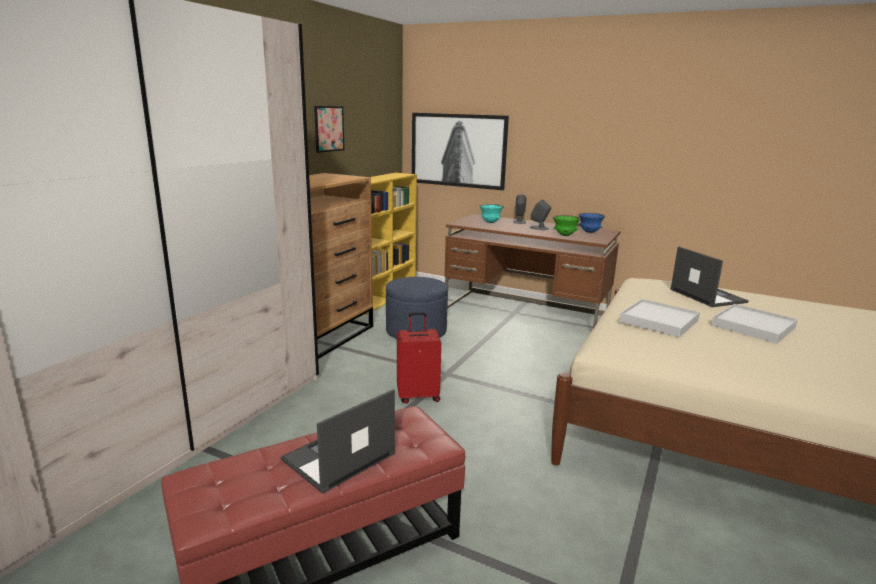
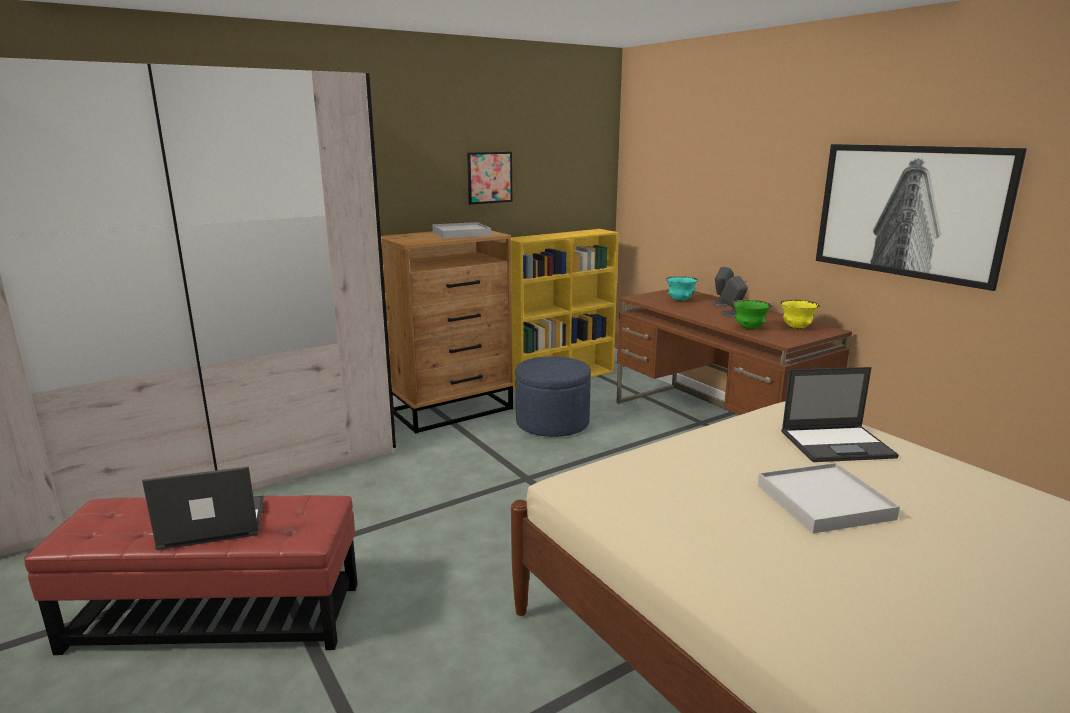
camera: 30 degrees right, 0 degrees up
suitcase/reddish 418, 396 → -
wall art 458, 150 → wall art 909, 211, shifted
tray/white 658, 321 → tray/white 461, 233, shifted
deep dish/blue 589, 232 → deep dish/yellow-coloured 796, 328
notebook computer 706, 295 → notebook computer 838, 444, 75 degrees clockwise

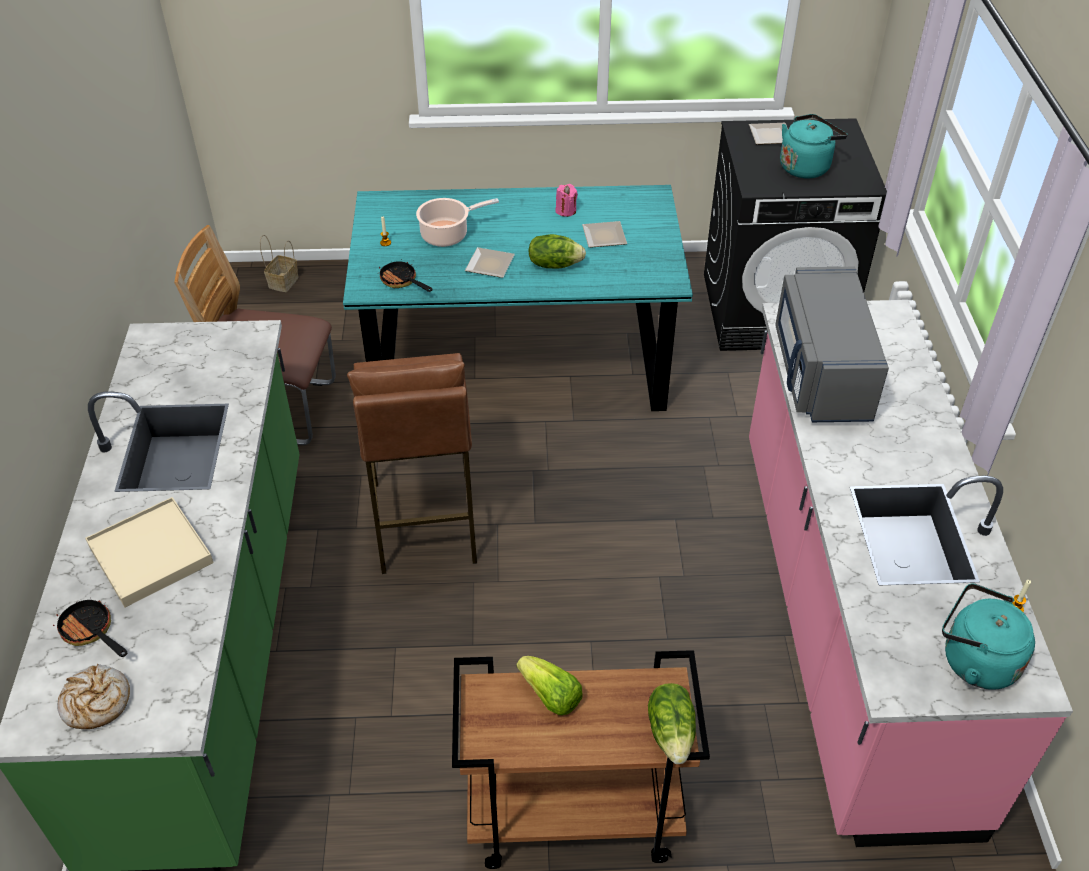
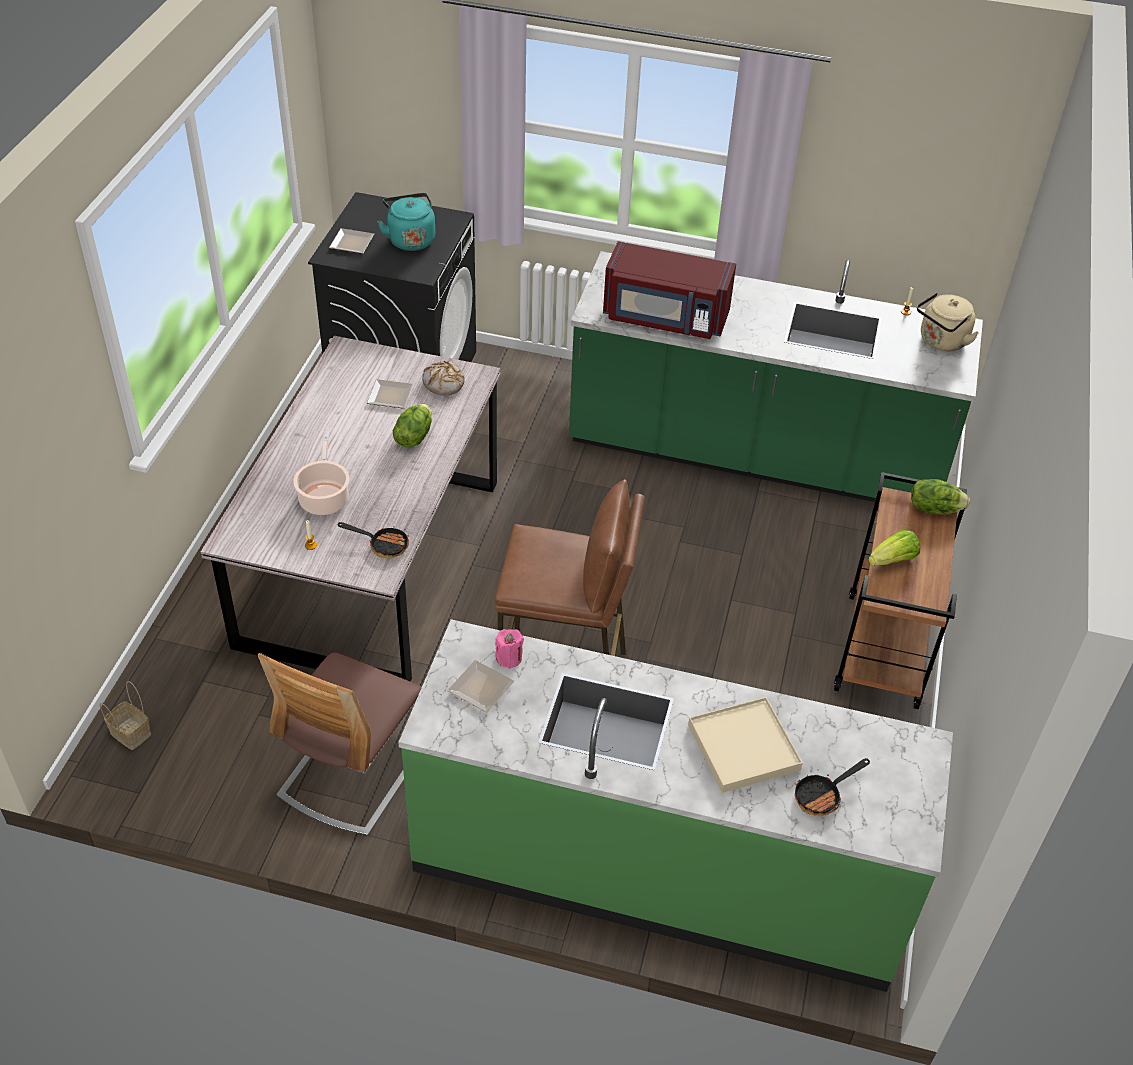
camera: 75 degrees left, 0 degrees up
bread 96, 703 → bread 444, 383, shifted
plate 488, 265 → plate 481, 690, shifted
wax candle/pink-coloured 566, 211 → wax candle/pink-coloured 509, 658, shifted
dinner table/turquoise-coloured 518, 354 → dinner table/grey 369, 560
counter/pink-coloured 846, 621 → counter/green-coloured 755, 454
microwave/grey 820, 373 → microwave/reddish 665, 318
kettle/turquoise-coloured 974, 660 → kettle/beige-coloured 941, 342
frying pan 402, 282 → frying pan 383, 545, 135 degrees counterclockwise

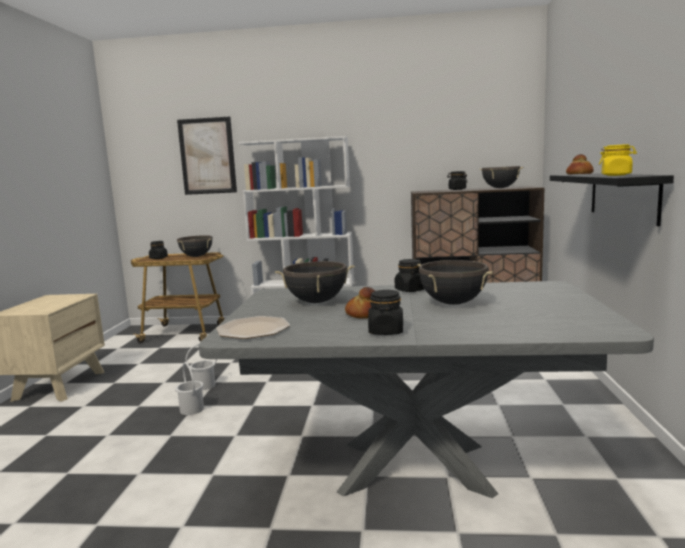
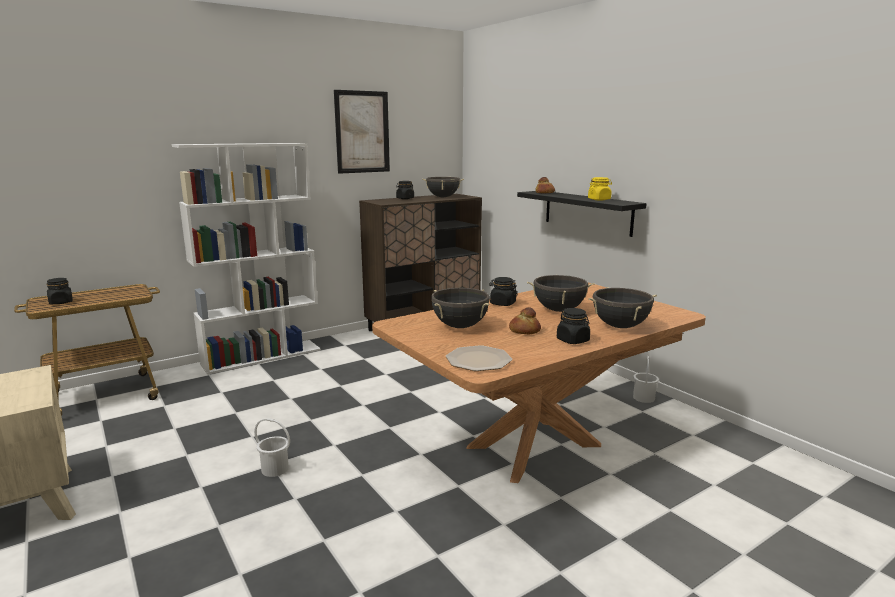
camera: 40 degrees left, 5 degrees up
wall art 207, 156 → wall art 362, 132, shifted
stockpot/black 196, 256 → stockpot/black 620, 326, shifted
water bucket/white 204, 385 → water bucket/white 643, 398, shifted
dinner table/grey 415, 468 → dinner table/brownish 535, 446

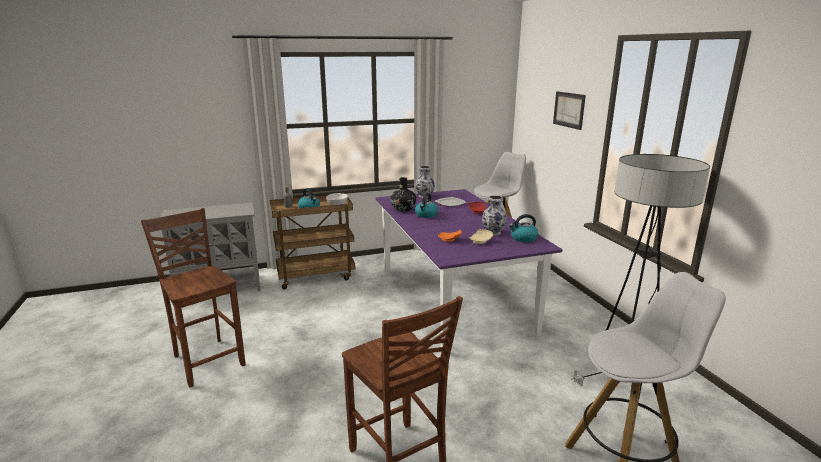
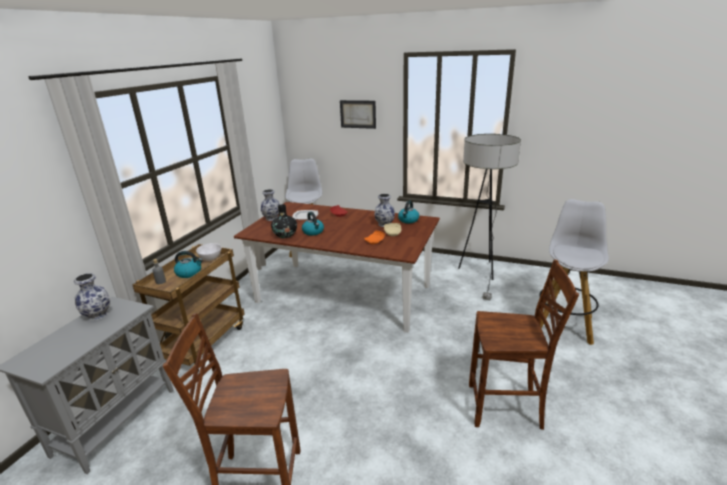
camera: 50 degrees left, 5 degrees up
- → decorative vase 98, 315
dinner table/purple 451, 298 → dinner table/brownish 343, 294

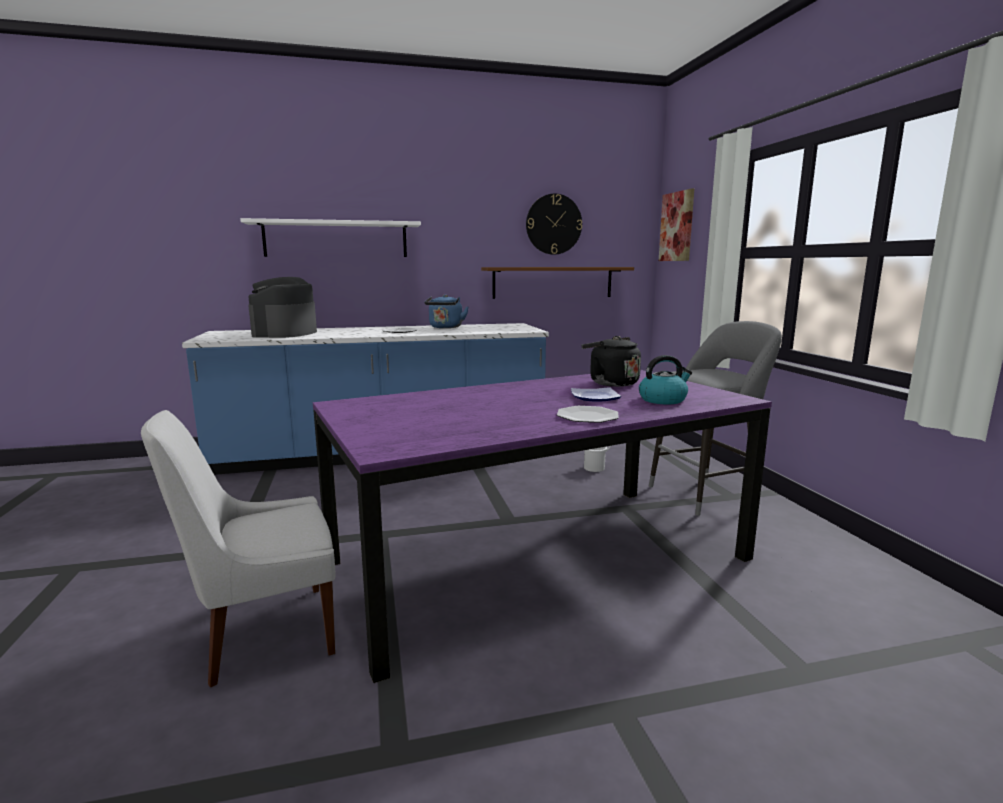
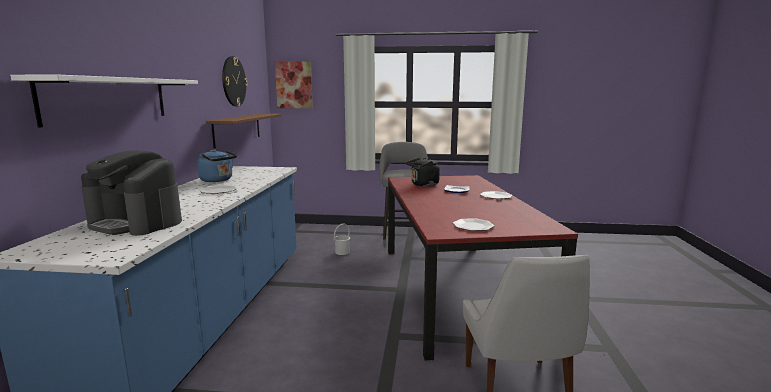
camera: 70 degrees left, 0 degrees up
kettle 663, 400 → -
- → plate 473, 226
dinner table/purple 539, 561 → dinner table/reddish 456, 290

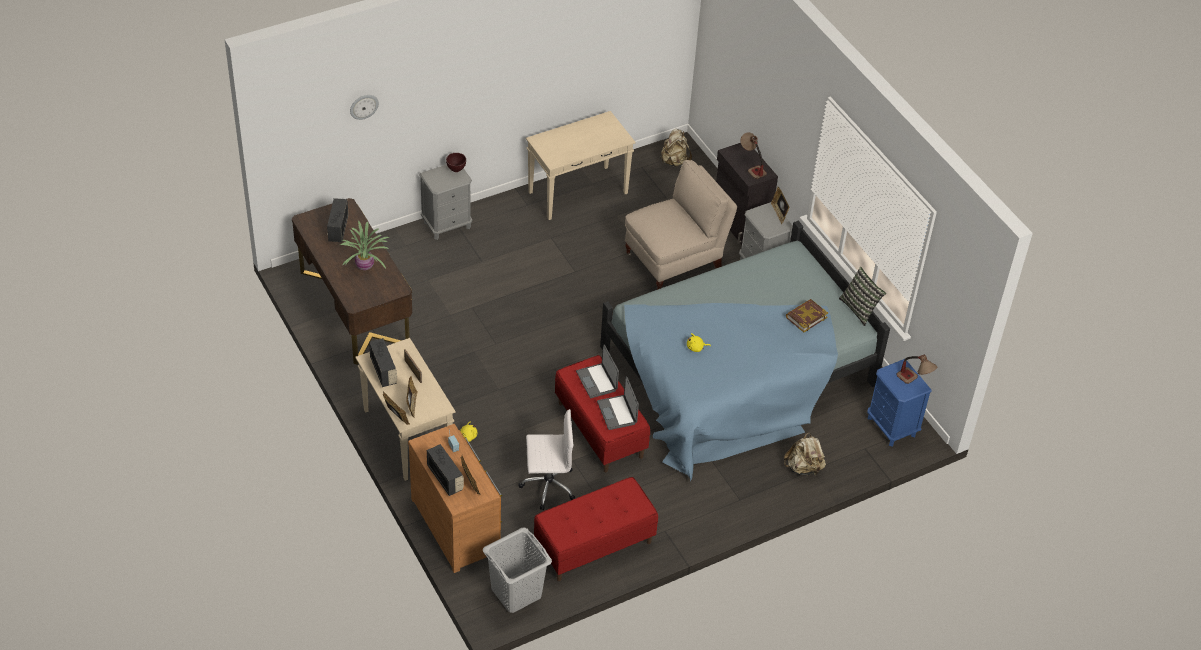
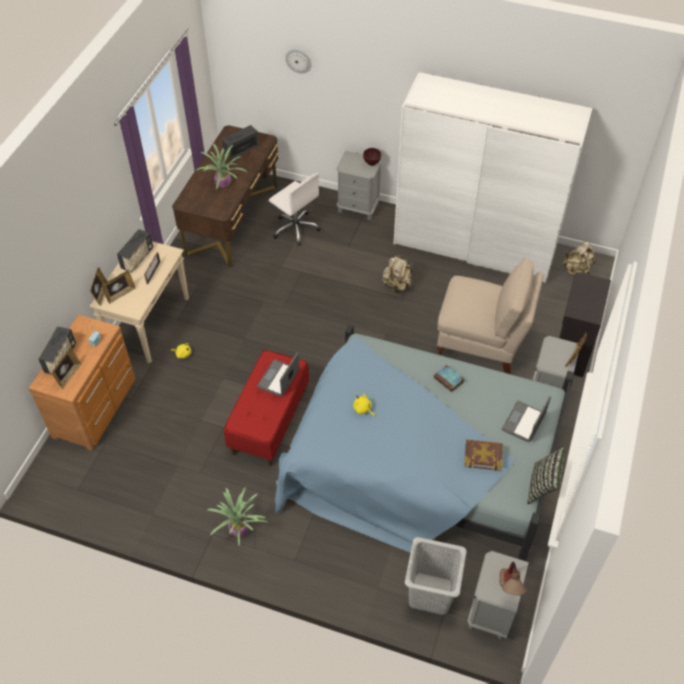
camera: 50 degrees right, 5 degrees up
bench/reddish 594, 545 → -
lamp for a table 751, 167 → -
- → houseplant 239, 529
- → book 449, 380
washing basket/grey 515, 592 → washing basket/grey 430, 593, shifted
desk chair/white 547, 485 → desk chair/white 295, 228, shifted
notebook computer 617, 413 → notebook computer 524, 422, shifted
knapsack/beige-coloured 803, 468 → knapsack/beige-coloured 397, 285, shifted
console table/beige-coloured 578, 192 → wardrobe/white 475, 246
night table/blue 892, 426 → night table/grey 491, 612

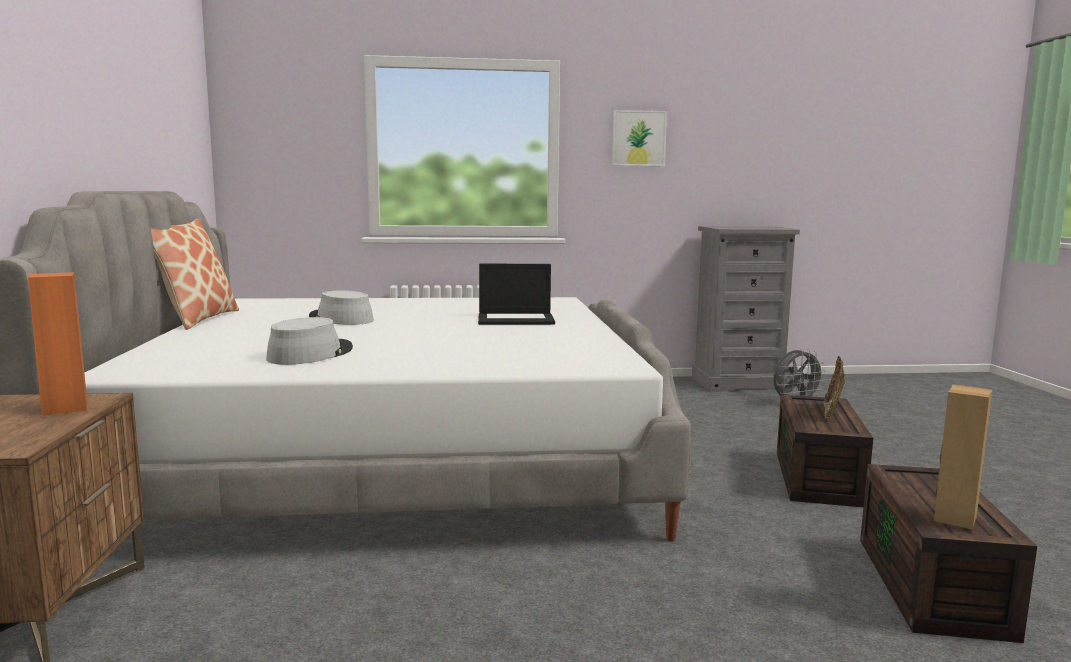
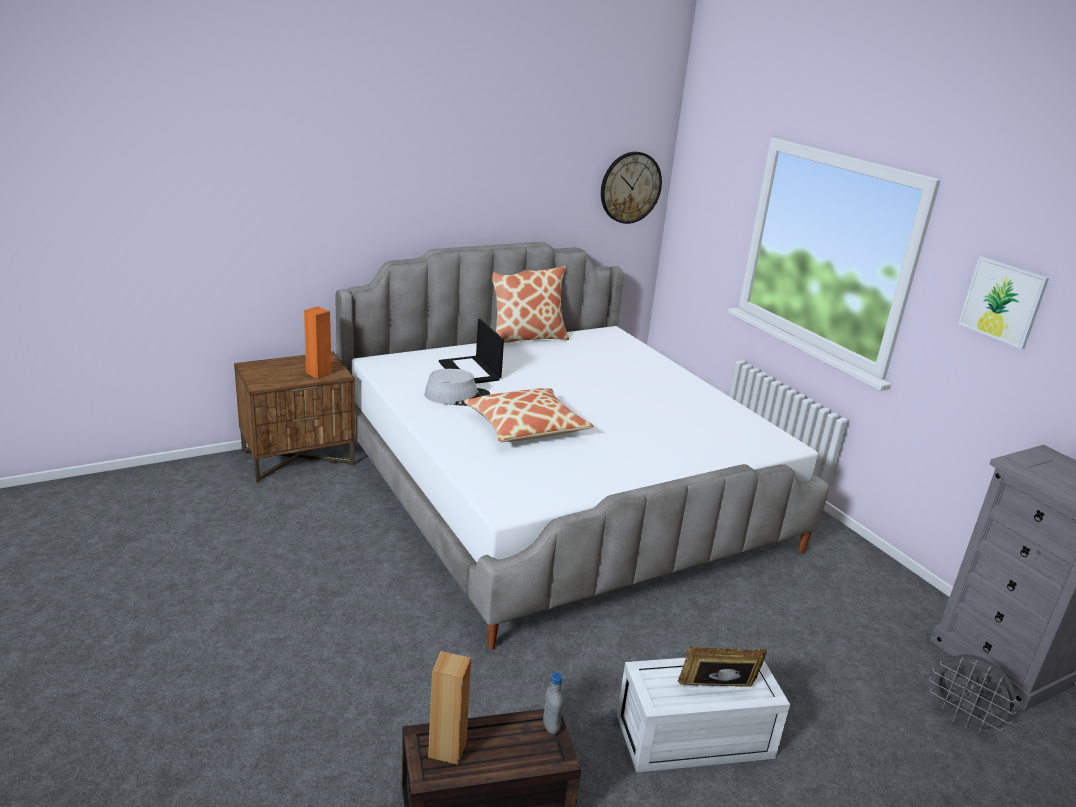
camera: 65 degrees right, 15 degrees up
clothing hat/grey 340, 319 → -
- → cushion 526, 427
- → beverage bottle/grey 551, 726
- → clock on the wall 630, 187
notebook computer 516, 319 → notebook computer 470, 371, shifted
storage box/brownish 820, 478 → storage box/white 693, 738

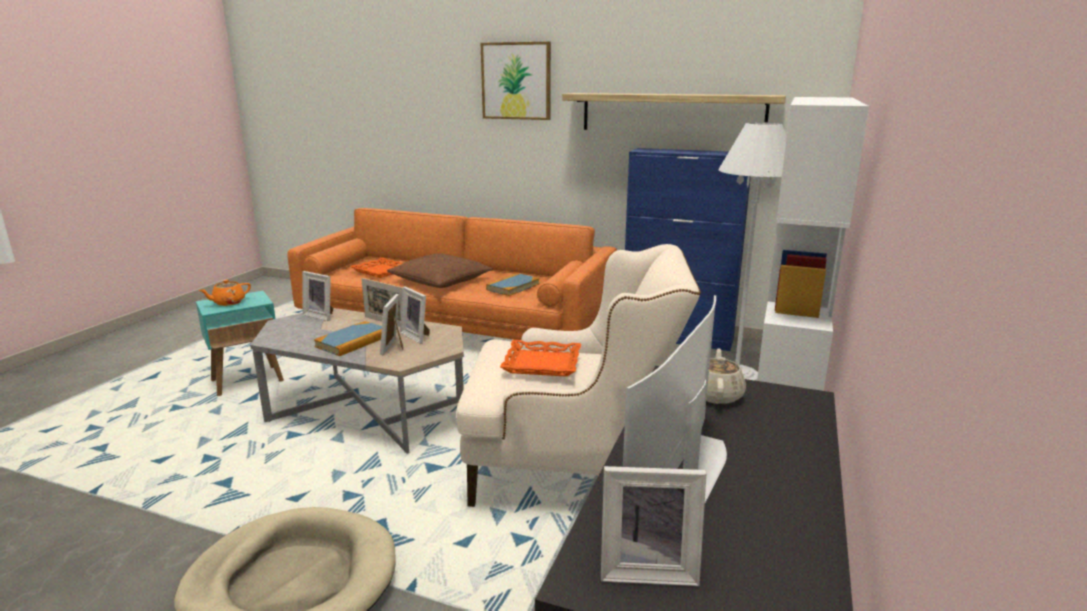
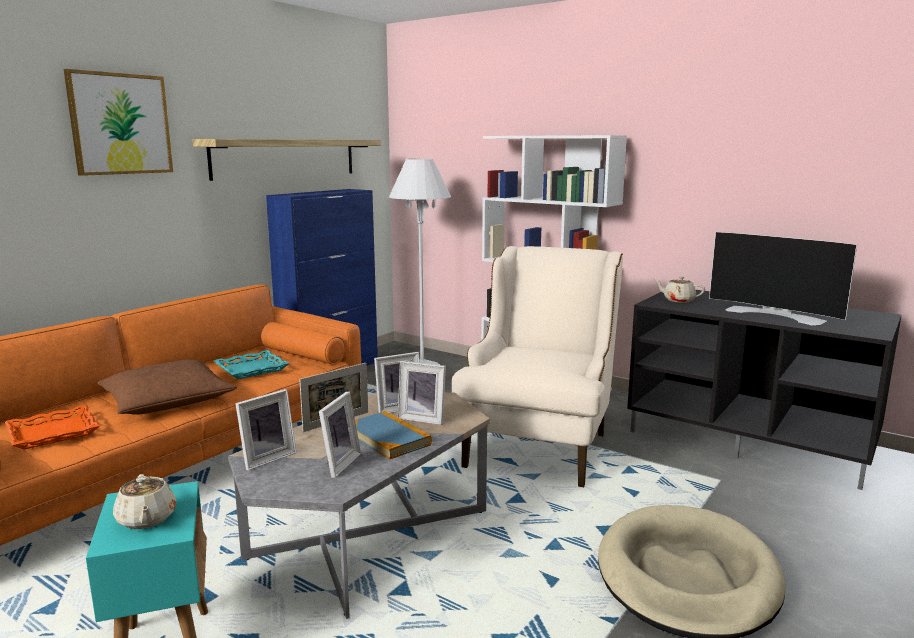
camera: 75 degrees left, 5 degrees down
tray/orange 542, 363 → -
photo frame 648, 569 → photo frame 337, 464, shifted
book 513, 287 → tray/turquoise-coloured 252, 369
teapot/orange 228, 302 → teapot/beige-coloured 146, 519

